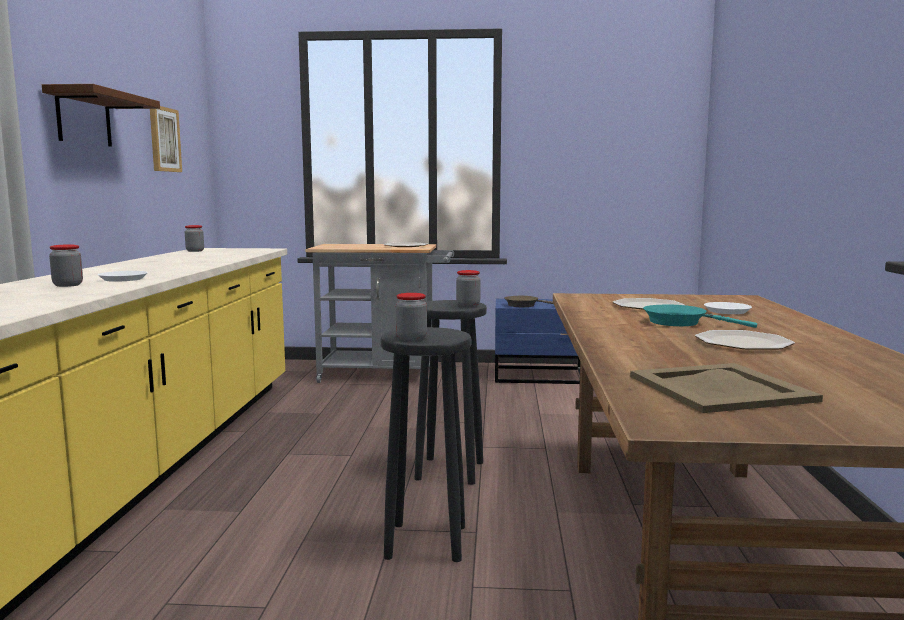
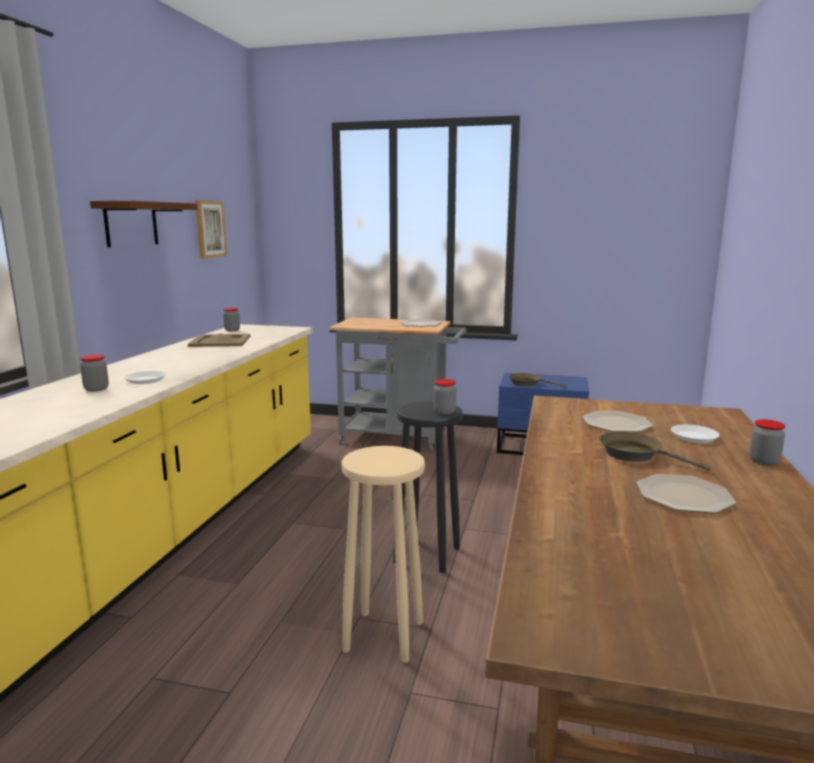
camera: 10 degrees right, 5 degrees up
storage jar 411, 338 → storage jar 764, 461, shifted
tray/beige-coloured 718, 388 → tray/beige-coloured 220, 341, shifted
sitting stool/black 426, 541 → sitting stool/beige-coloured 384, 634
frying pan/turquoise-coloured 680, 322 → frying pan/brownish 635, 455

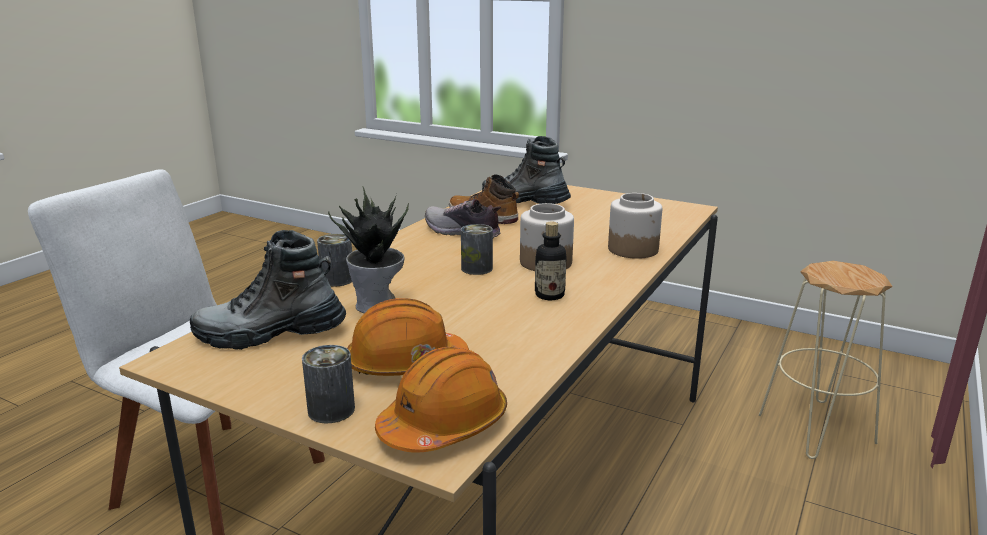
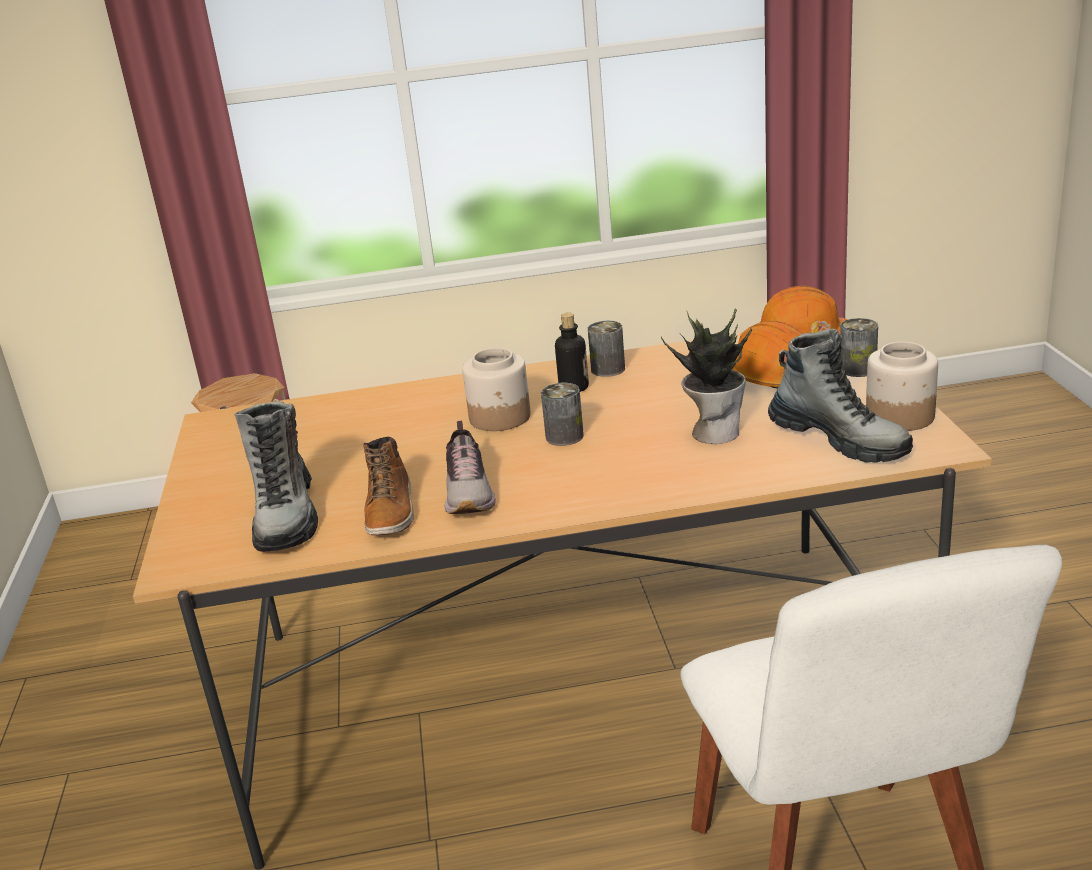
camera: 125 degrees left, 5 degrees up
sealed can 337, 280 → sealed can 608, 369, shifted
storage jar 633, 249 → storage jar 899, 416, shifted

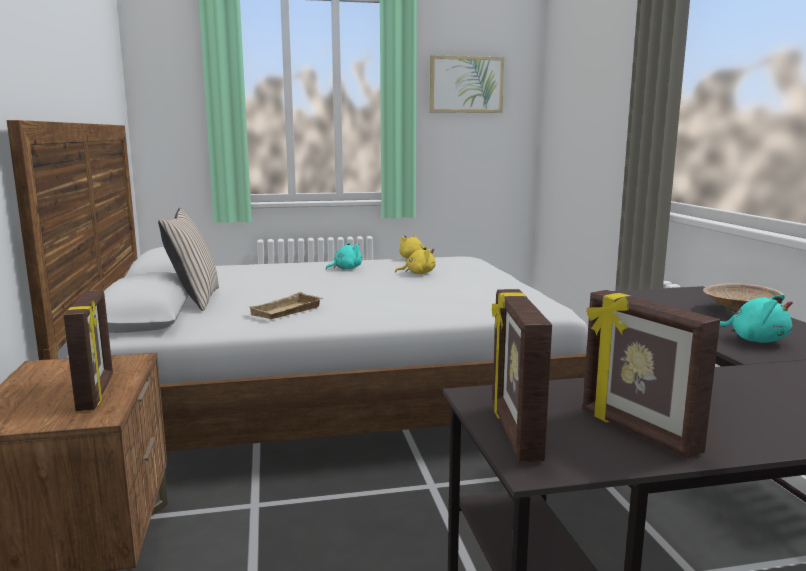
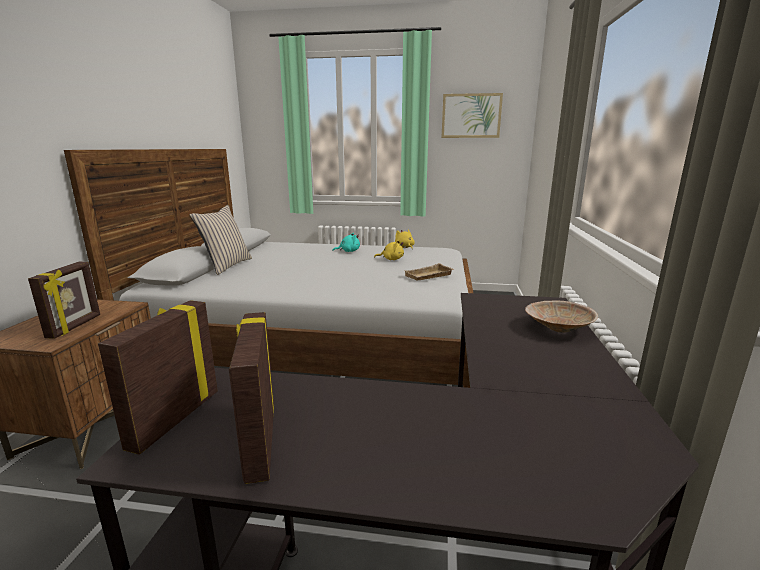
camera: 20 degrees right, 5 degrees up
cuddly toy/turquoise-coloured 754, 340 → -
tray/beige-coloured 287, 312 → tray/beige-coloured 429, 276, shifted

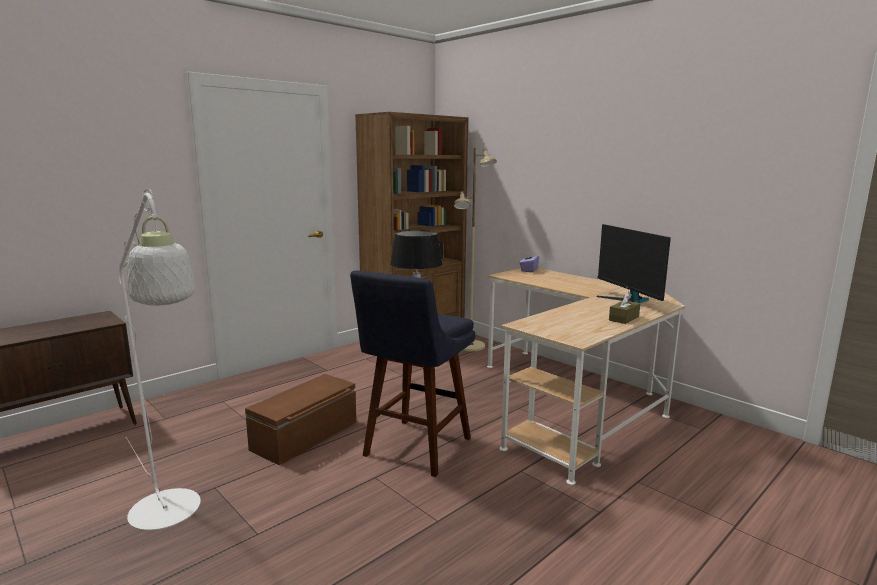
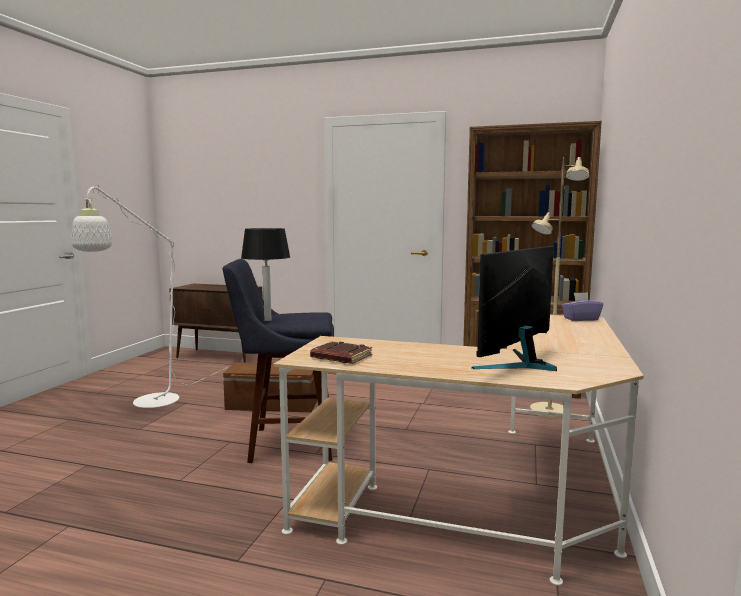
camera: 60 degrees right, 5 degrees down
tissue box/brownish 624, 318 → -
- → book/brownish 340, 357

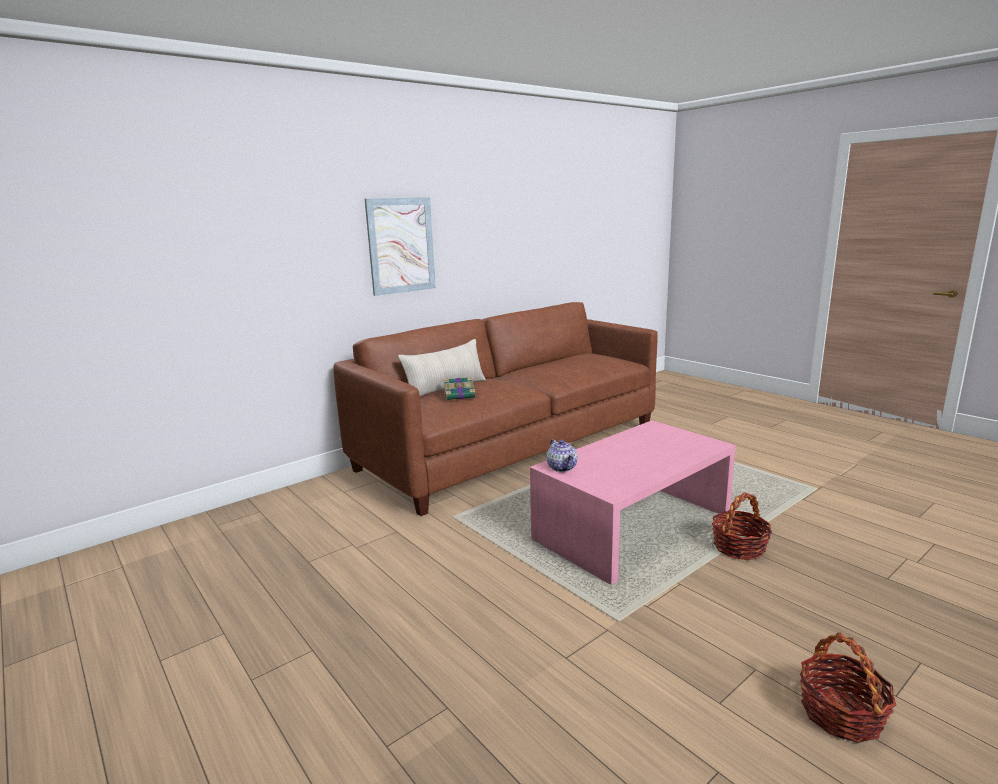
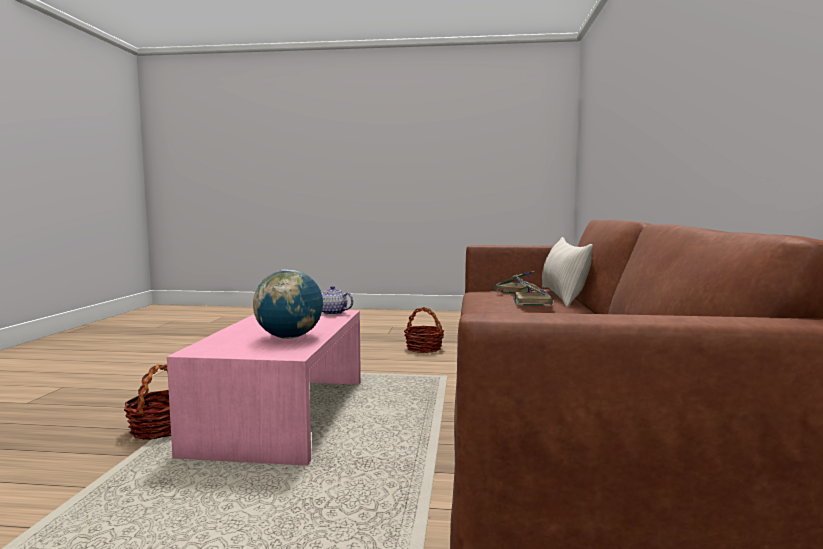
camera: 135 degrees right, 10 degrees down
wall art 401, 245 → -
- → desk globe 289, 337
- → book 531, 302
basket 841, 713 → basket 424, 348, shifted

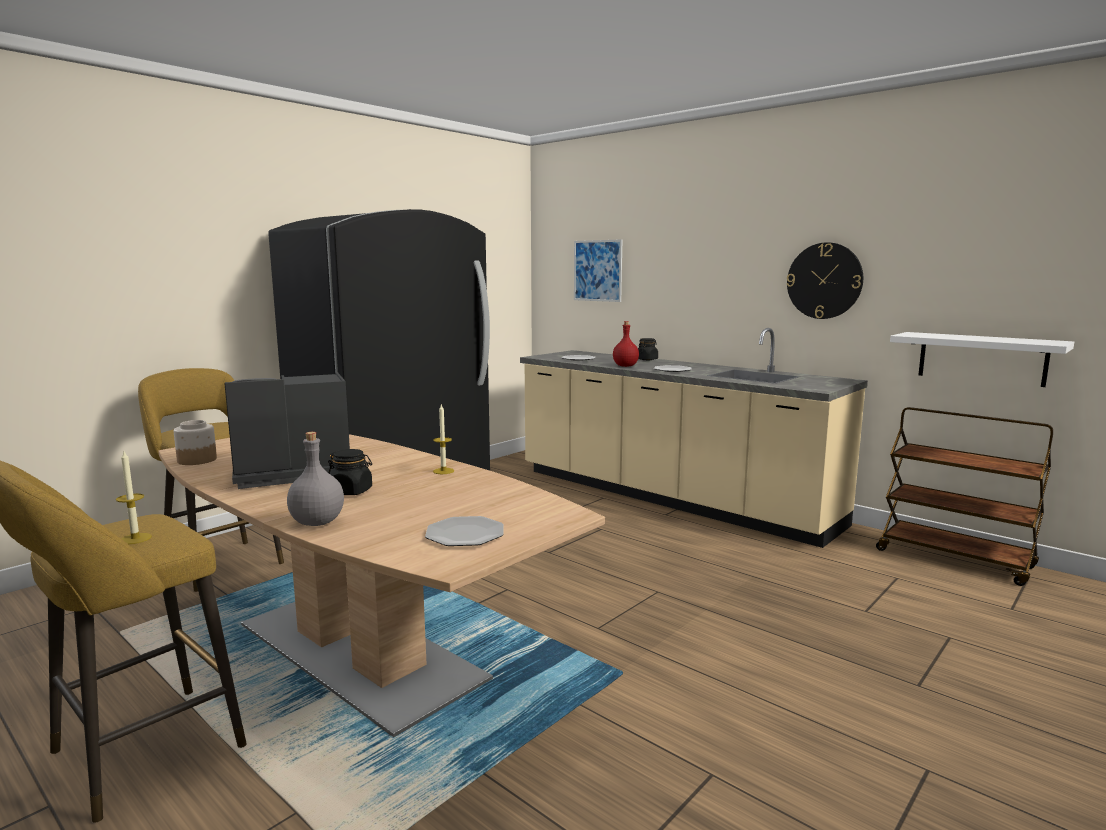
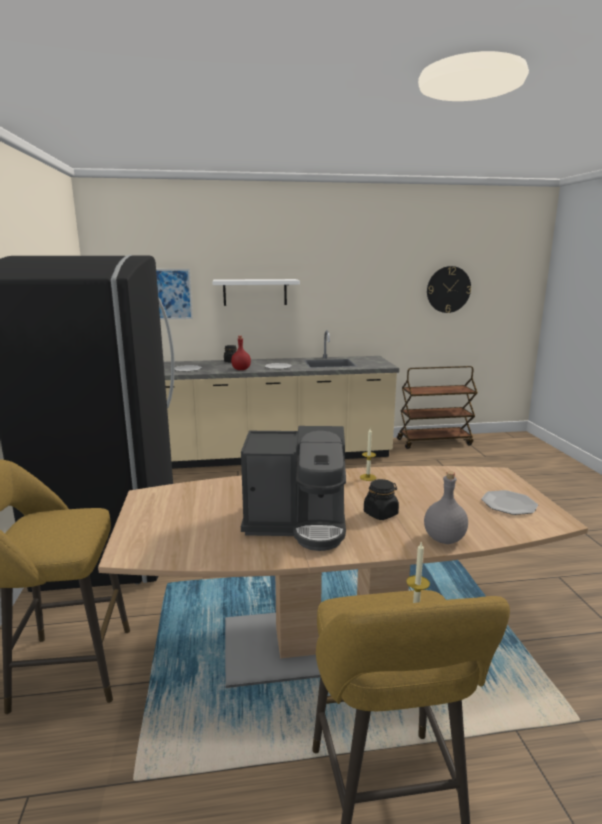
camera: 50 degrees left, 5 degrees up
storage jar 196, 460 → -
clock on the wall 824, 281 → clock on the wall 448, 289, shifted
shelf/white 981, 358 → shelf/white 255, 292, shifted
coffee maker 289, 473 → coffee maker 298, 523, 105 degrees counterclockwise

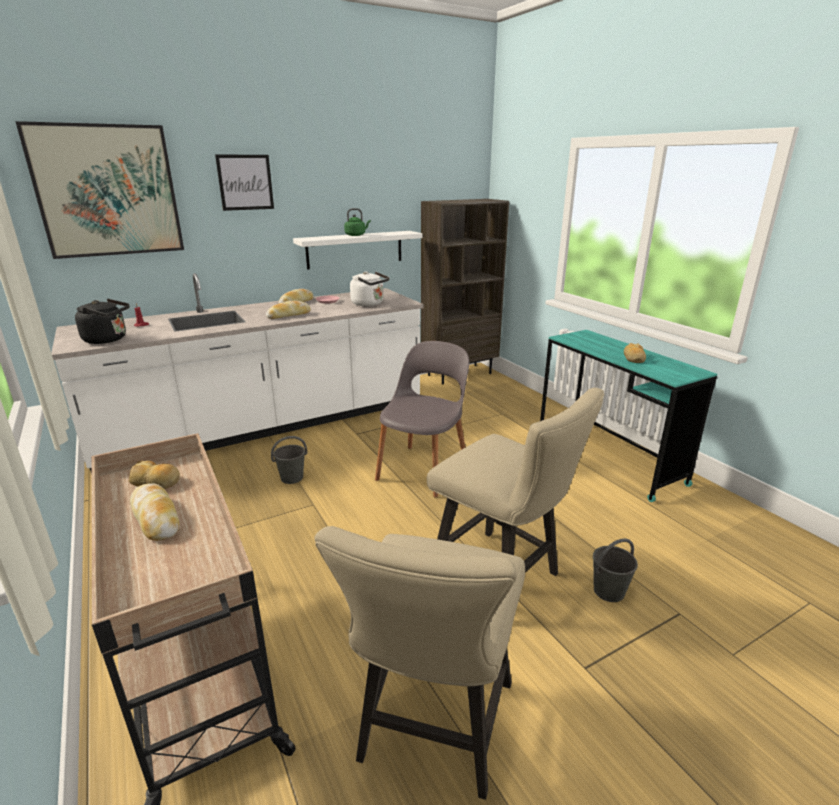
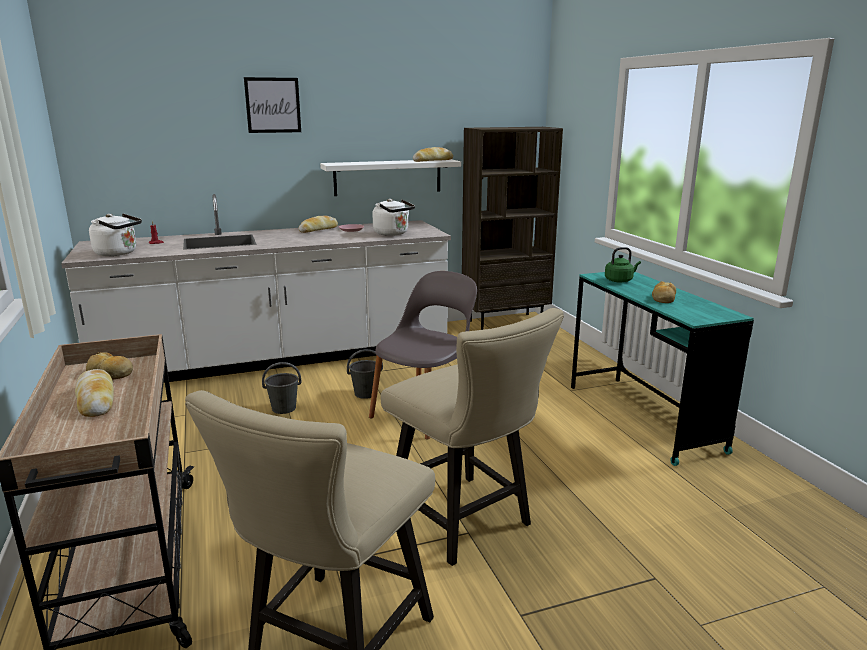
camera: 10 degrees right, 5 degrees down
wall art 107, 191 → -
bread 288, 315 → bread 433, 160, shifted
kettle/green-coloured 356, 235 → kettle/green-coloured 620, 280, shifted
water bucket/grey 609, 591 → water bucket/grey 366, 393, shifted
kettle/black 108, 339 → kettle/white 118, 253

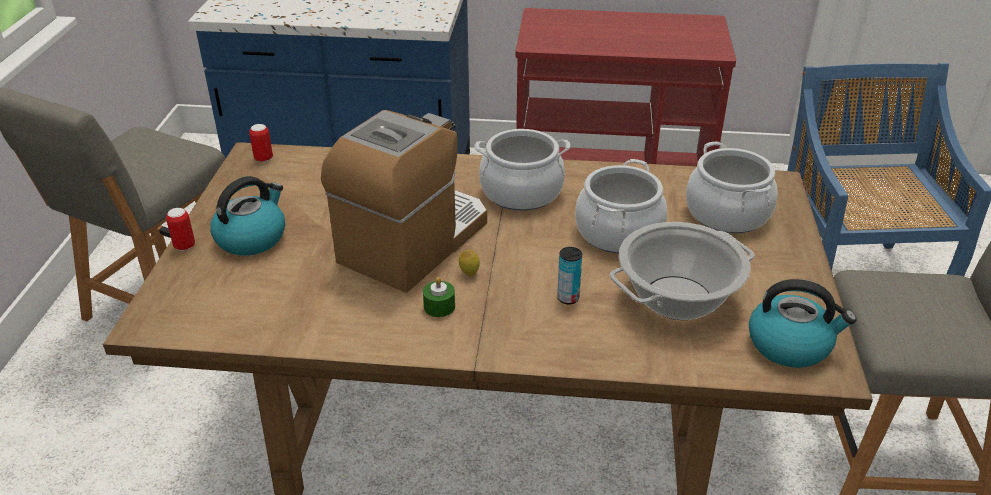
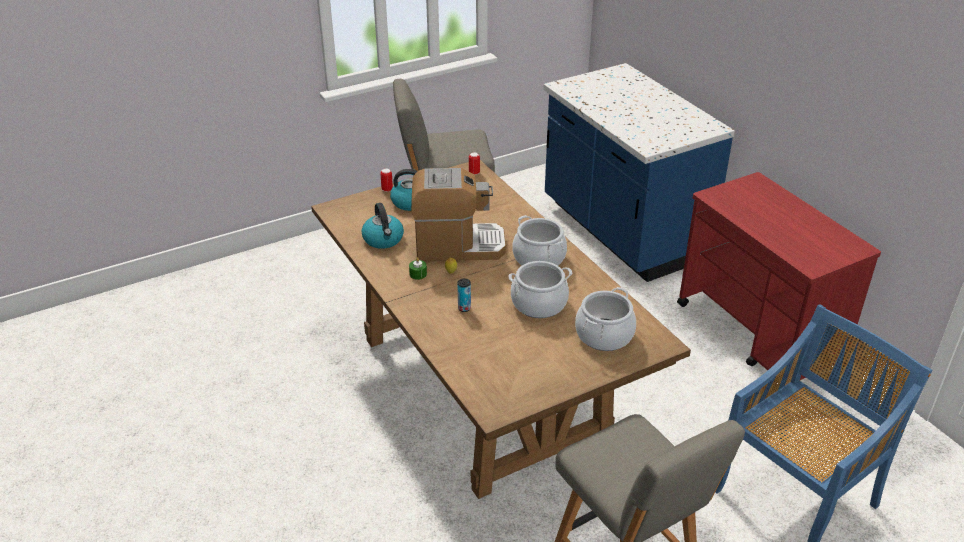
camera: 55 degrees right, 0 degrees up
stockpot 677, 299 → -
kettle 790, 345 → kettle 383, 239, shifted

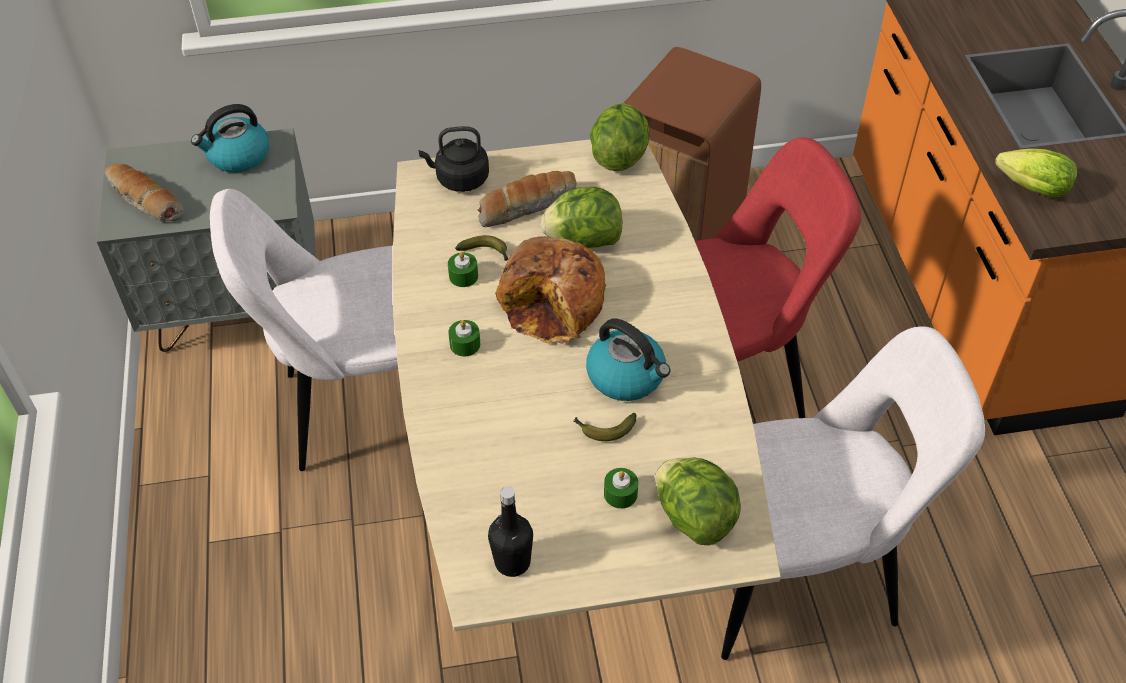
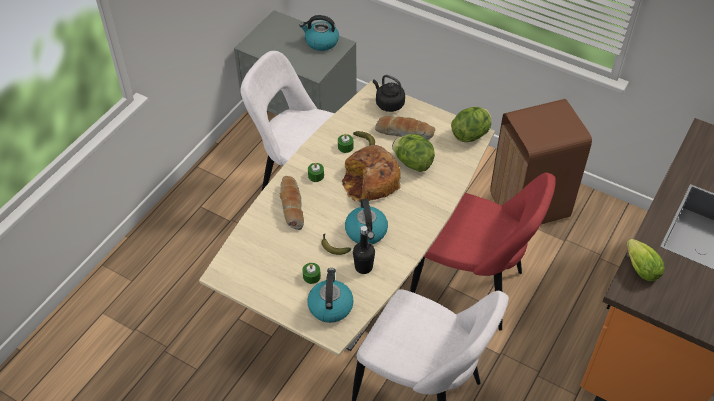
camera: 40 degrees right, 0 degrees up
bread 144, 201 → bread 291, 206, shifted
beverage bottle/black 512, 562 → beverage bottle/black 363, 267, shifted
lettuce 693, 516 → kettle 330, 305

